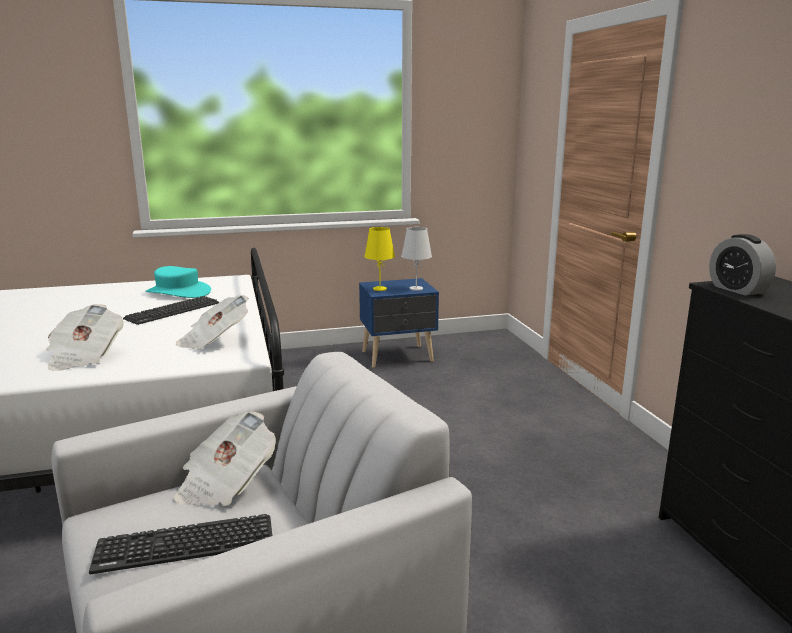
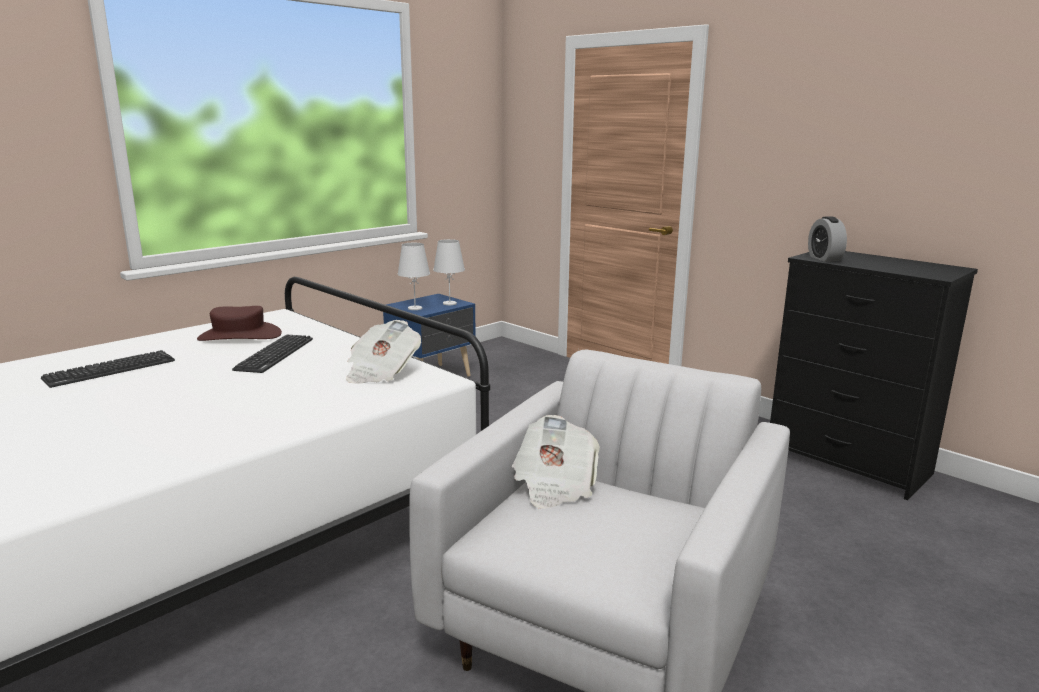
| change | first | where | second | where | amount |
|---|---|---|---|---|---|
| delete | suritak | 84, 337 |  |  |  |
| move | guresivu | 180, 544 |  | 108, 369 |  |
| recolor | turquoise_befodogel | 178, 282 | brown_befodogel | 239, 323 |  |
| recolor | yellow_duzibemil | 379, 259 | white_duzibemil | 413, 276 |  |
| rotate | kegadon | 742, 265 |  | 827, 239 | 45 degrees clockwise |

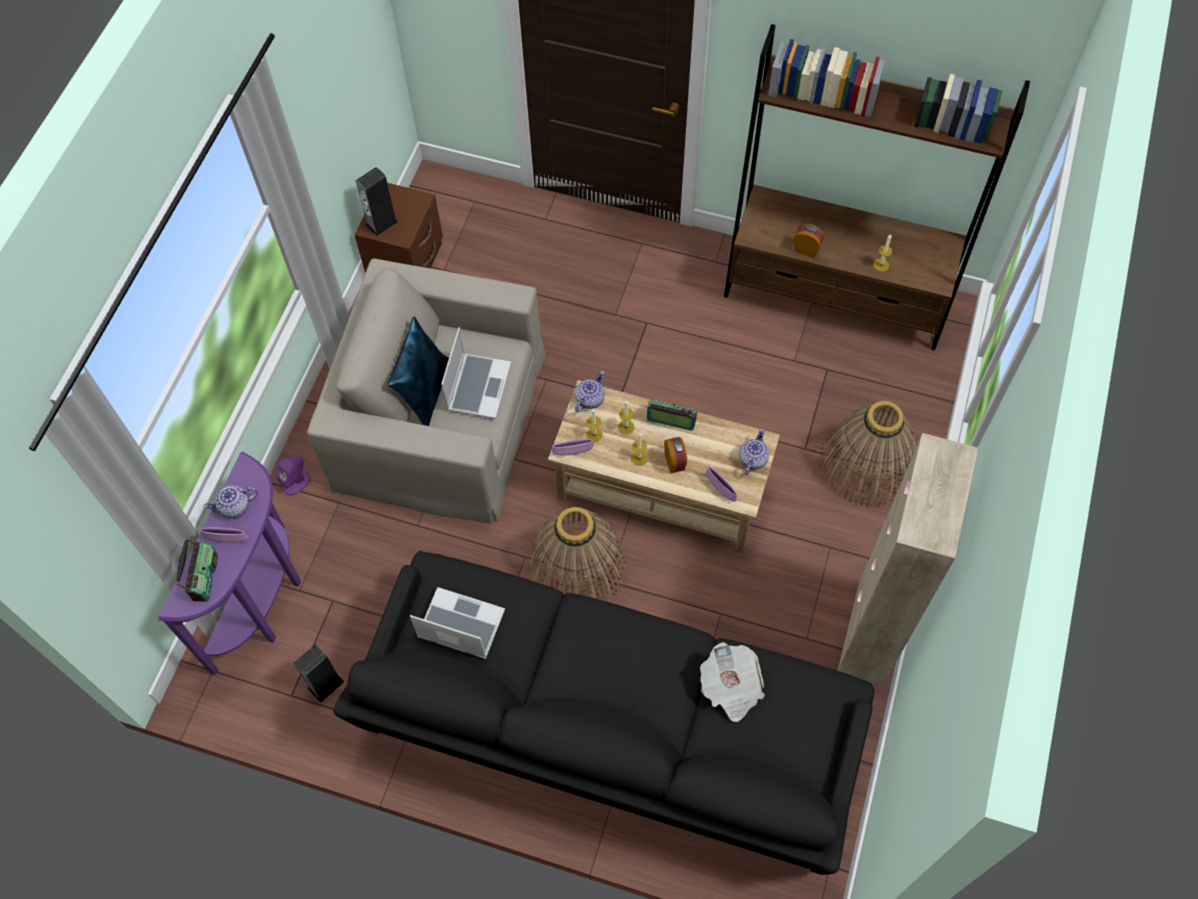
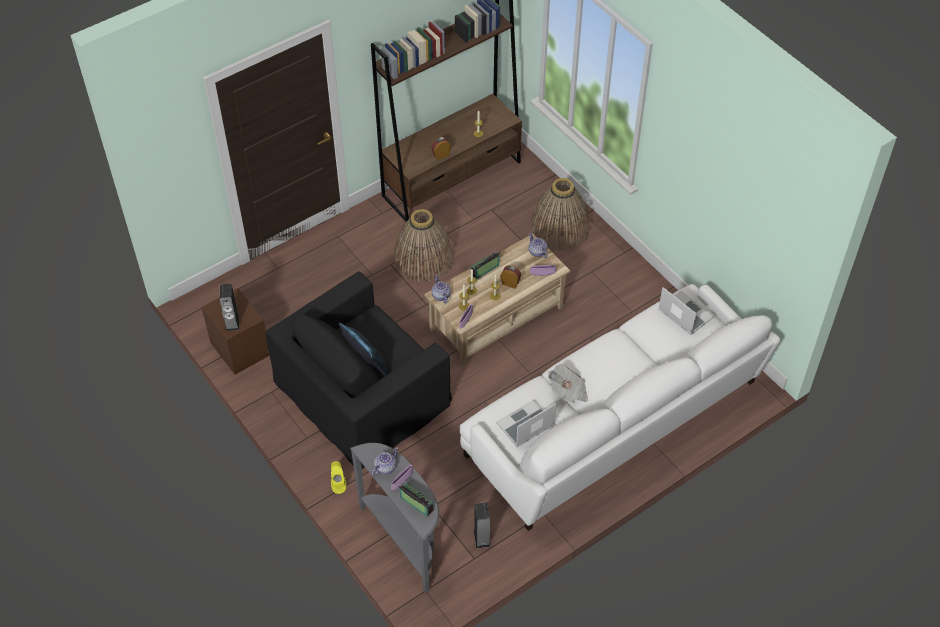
| change | first | where | second | where | amount |
|---|---|---|---|---|---|
| delete | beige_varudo | 907, 559 |  |  |  |
| move | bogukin | 476, 373 |  | 686, 311 |  |
| move | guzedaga | 578, 554 |  | 424, 246 |  |
| move | suritak | 732, 682 |  | 568, 384 |  |
| recolor | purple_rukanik | 229, 563 | grey_rukanik | 394, 518 |  |
| recolor | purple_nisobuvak | 293, 475 | yellow_nisobuvak | 338, 477 |  |
| recolor | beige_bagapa | 426, 391 | black_bagapa | 358, 370 |  |
| recolor | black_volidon | 603, 712 | white_volidon | 620, 407 |  |
| rotate | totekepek | 230, 502 |  | 385, 461 | 150 degrees counterclockwise |

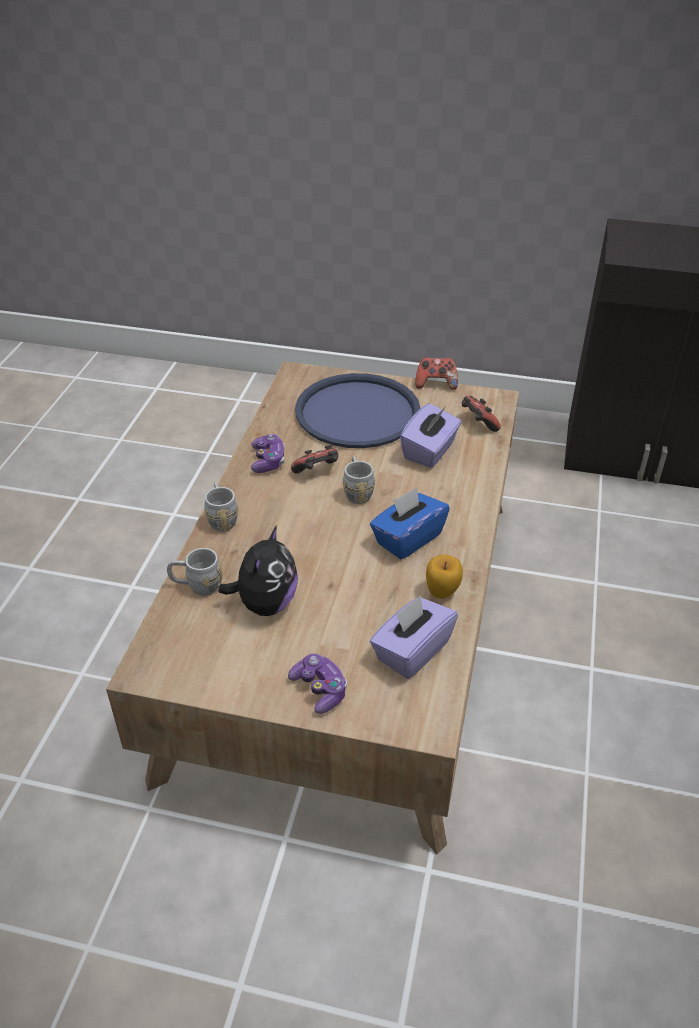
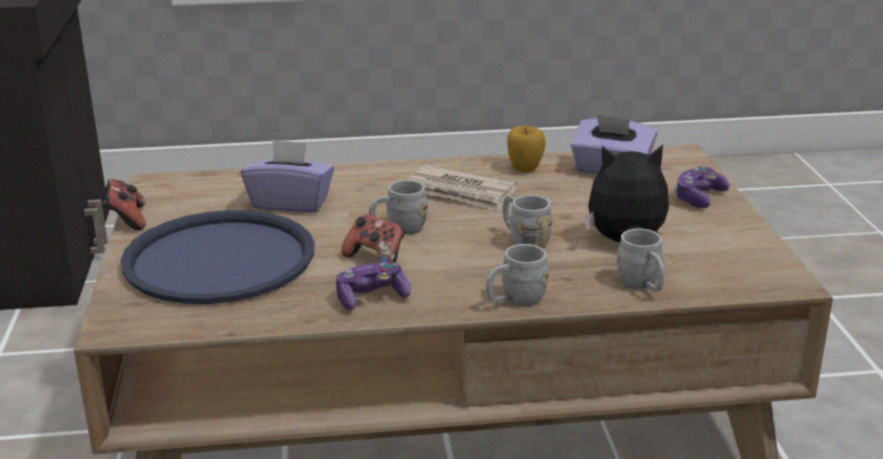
| change | first | where | second | where | amount |
|---|---|---|---|---|---|
| delete | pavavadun | 481, 414 |  |  |  |
| insert |  |  | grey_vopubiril | 528, 222 |  |
| replace | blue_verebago | 410, 523 | suritak | 462, 188 |  |

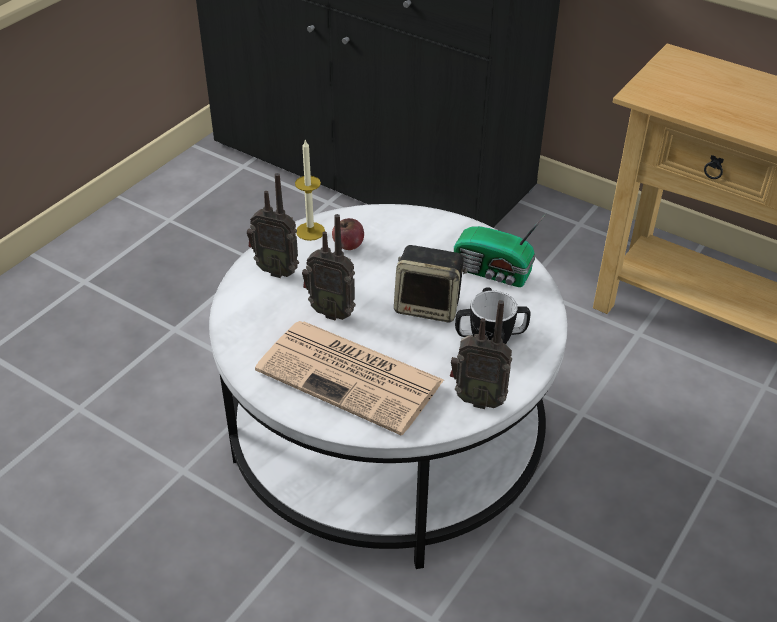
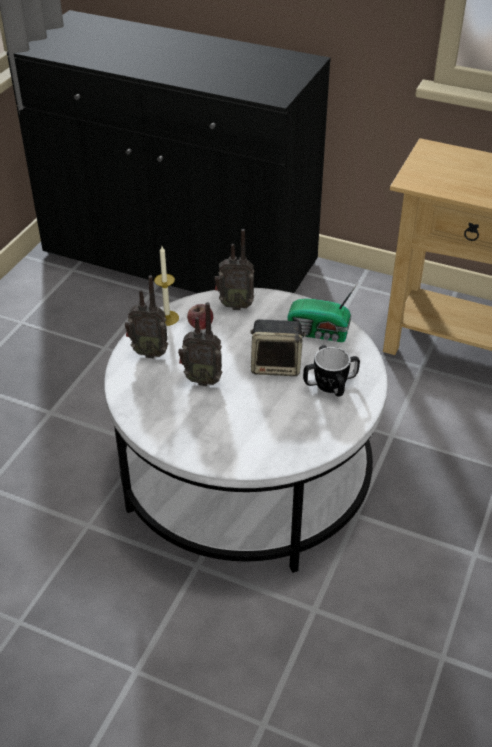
| change | first | where | second | where | amount |
|---|---|---|---|---|---|
| delete | suritak | 349, 378 |  |  |  |
| move | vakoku | 481, 354 |  | 234, 269 |  |

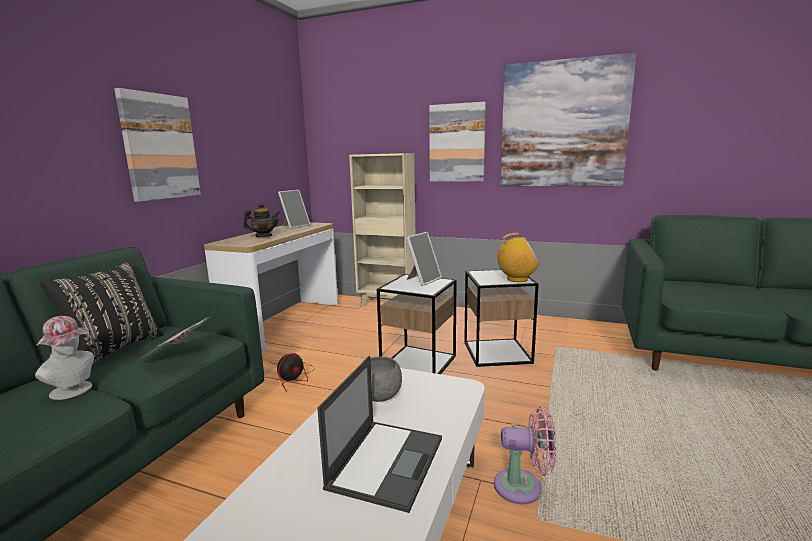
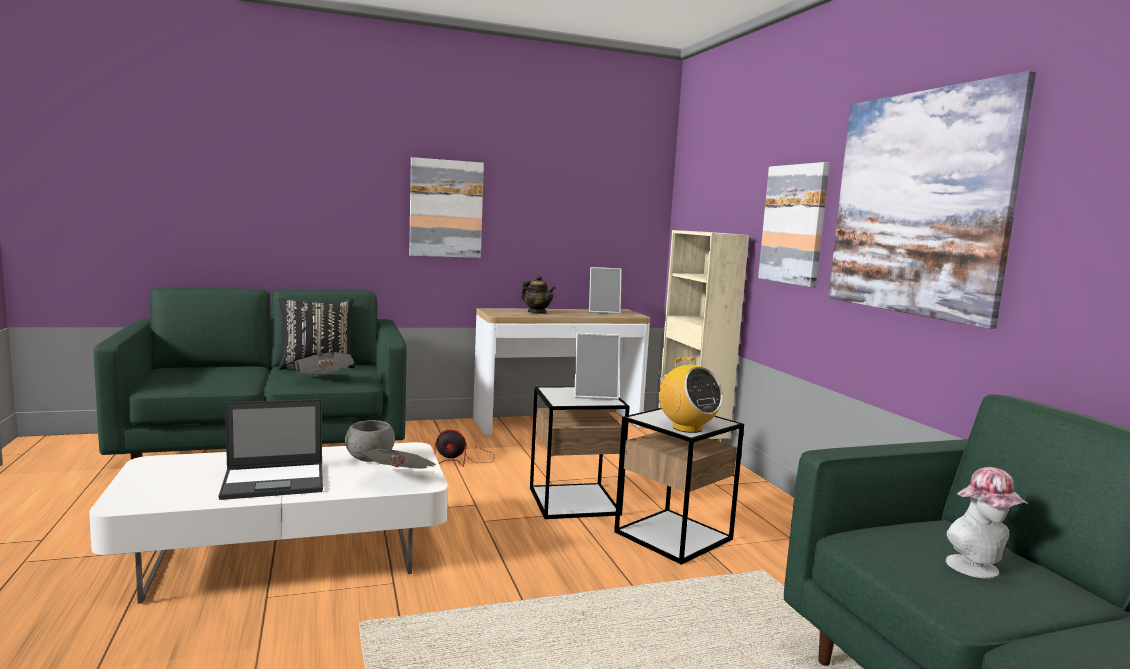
| change | first | where | second | where | amount |
|---|---|---|---|---|---|
| delete | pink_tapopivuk | 525, 455 |  |  |  |
| insert |  |  | suritak | 395, 459 |  |
| move | befodogel | 64, 358 |  | 987, 523 |  |

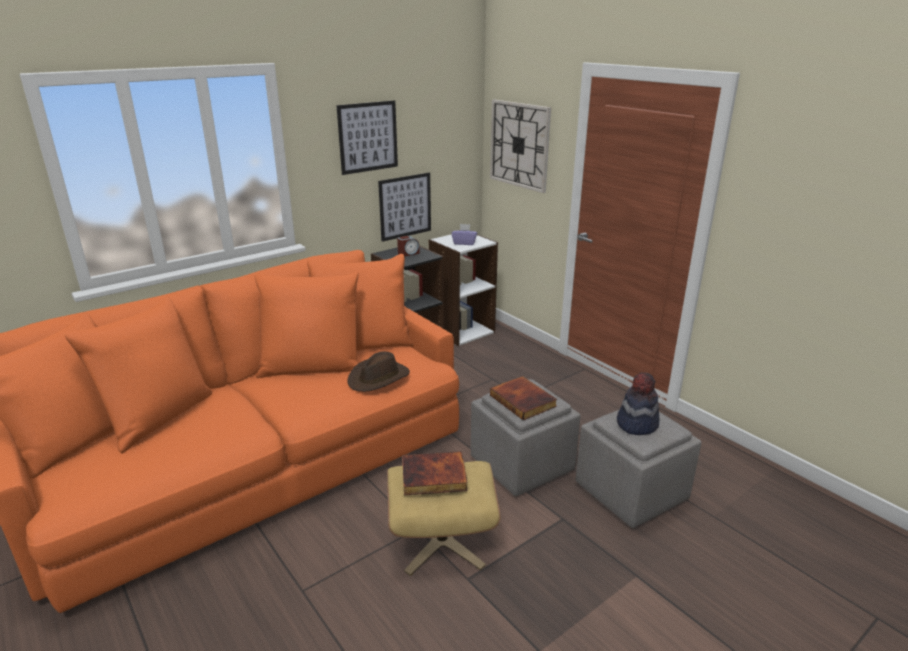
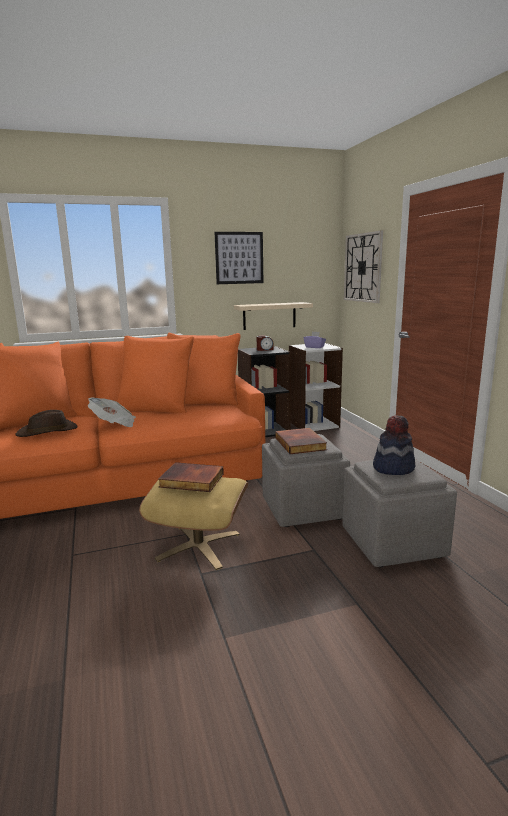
| change | first | where | second | where | amount |
|---|---|---|---|---|---|
| insert |  |  | suritak | 112, 412 |  |
| move | brown_befodogel | 378, 372 |  | 46, 423 |  |
| replace | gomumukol | 404, 207 | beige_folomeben | 273, 316 |  |

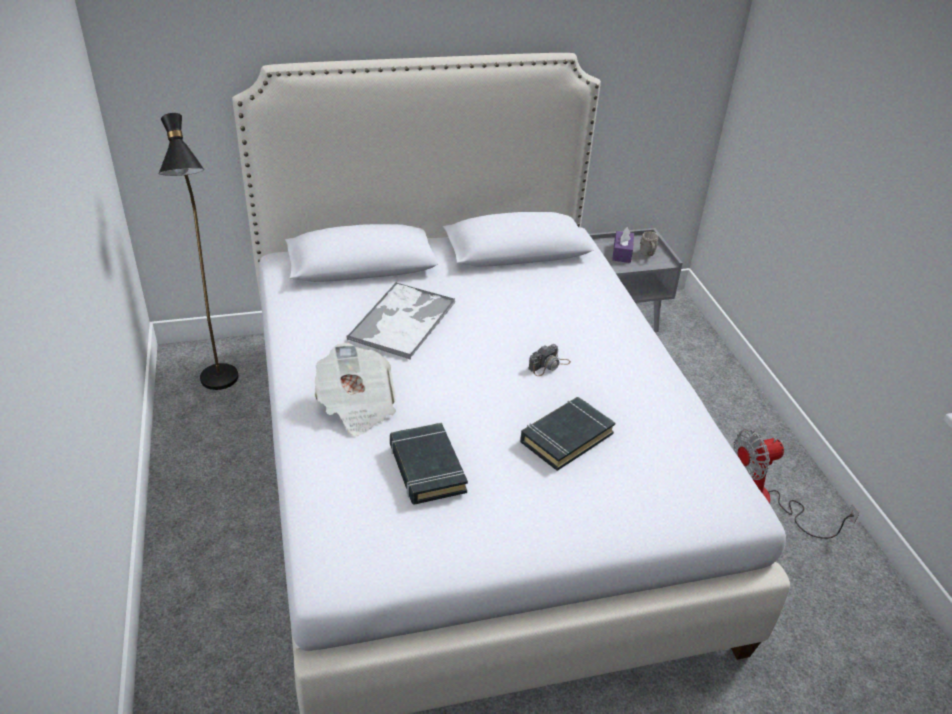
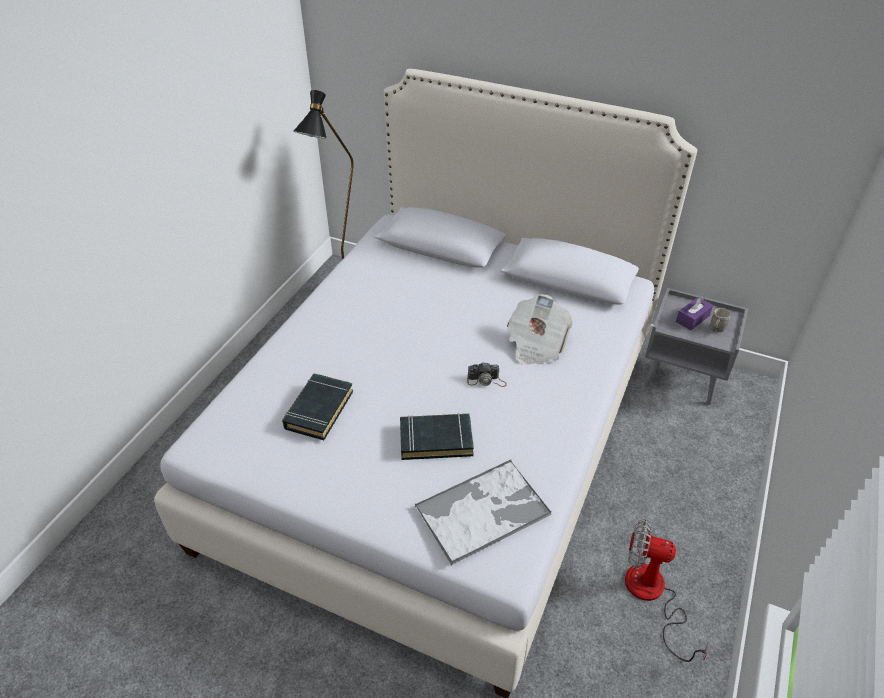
| change | first | where | second | where | amount |
|---|---|---|---|---|---|
| move | suritak | 355, 389 |  | 540, 329 |  |
| move | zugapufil | 401, 321 |  | 483, 512 |  |

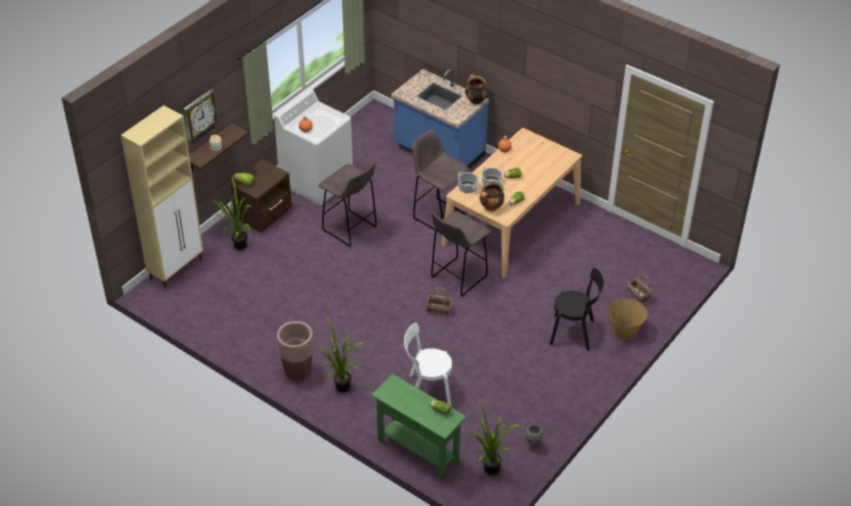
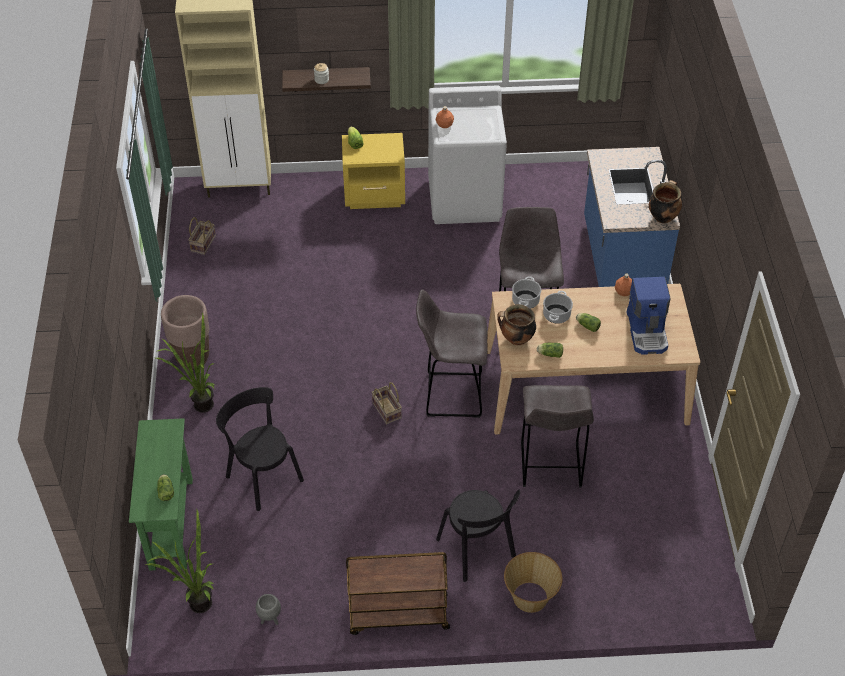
| change | first | where | second | where | amount |
|---|---|---|---|---|---|
| delete | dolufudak | 201, 116 |  |  |  |
| delete | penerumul | 232, 212 |  |  |  |
| insert |  |  | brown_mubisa | 398, 593 |  |
| insert |  |  | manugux | 648, 316 |  |
| move | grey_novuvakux | 347, 204 |  | 557, 436 |  |
| move | guzedaga | 639, 289 |  | 202, 236 |  |
| recolor | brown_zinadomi | 261, 196 | yellow_zinadomi | 373, 171 |  |
| recolor | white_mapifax | 428, 364 | black_mapifax | 260, 449 |  |

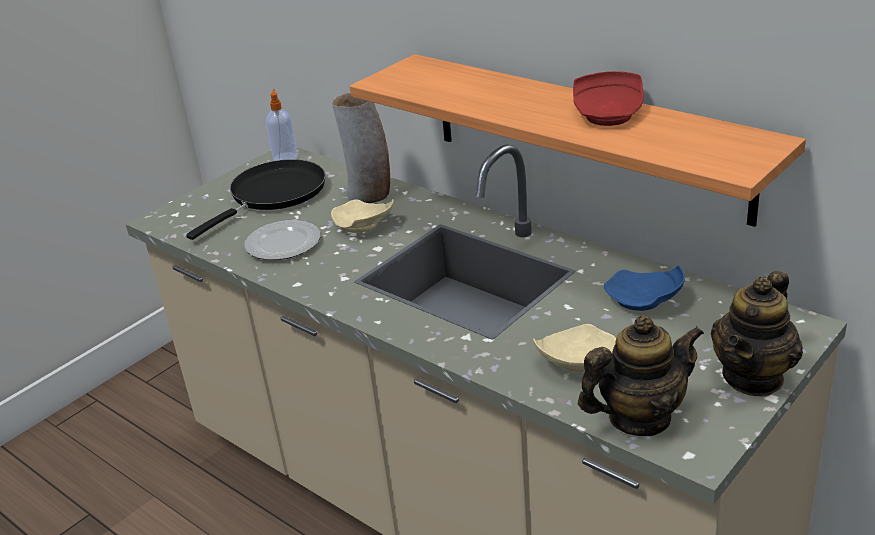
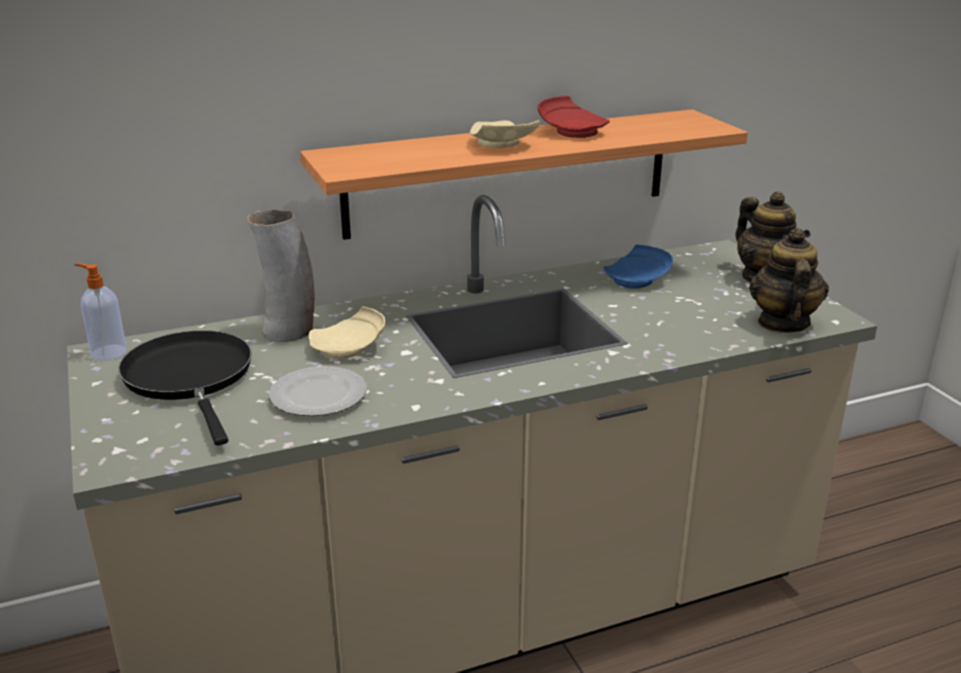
| change | first | where | second | where | amount |
|---|---|---|---|---|---|
| move | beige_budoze | 574, 348 |  | 505, 134 |  |

